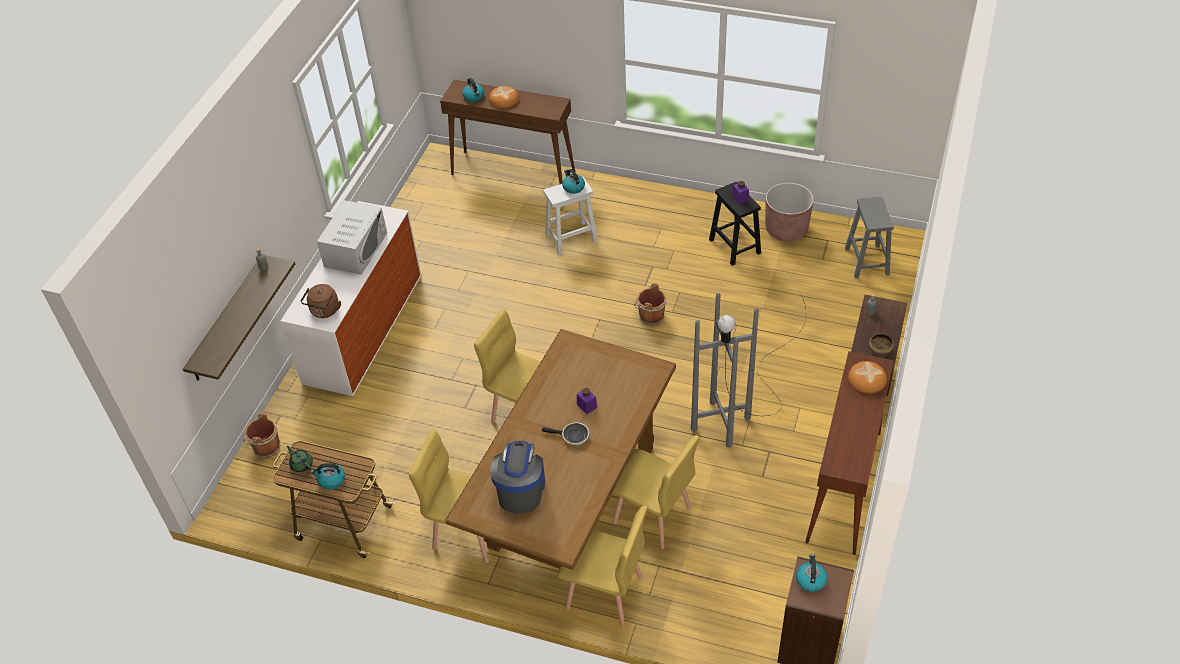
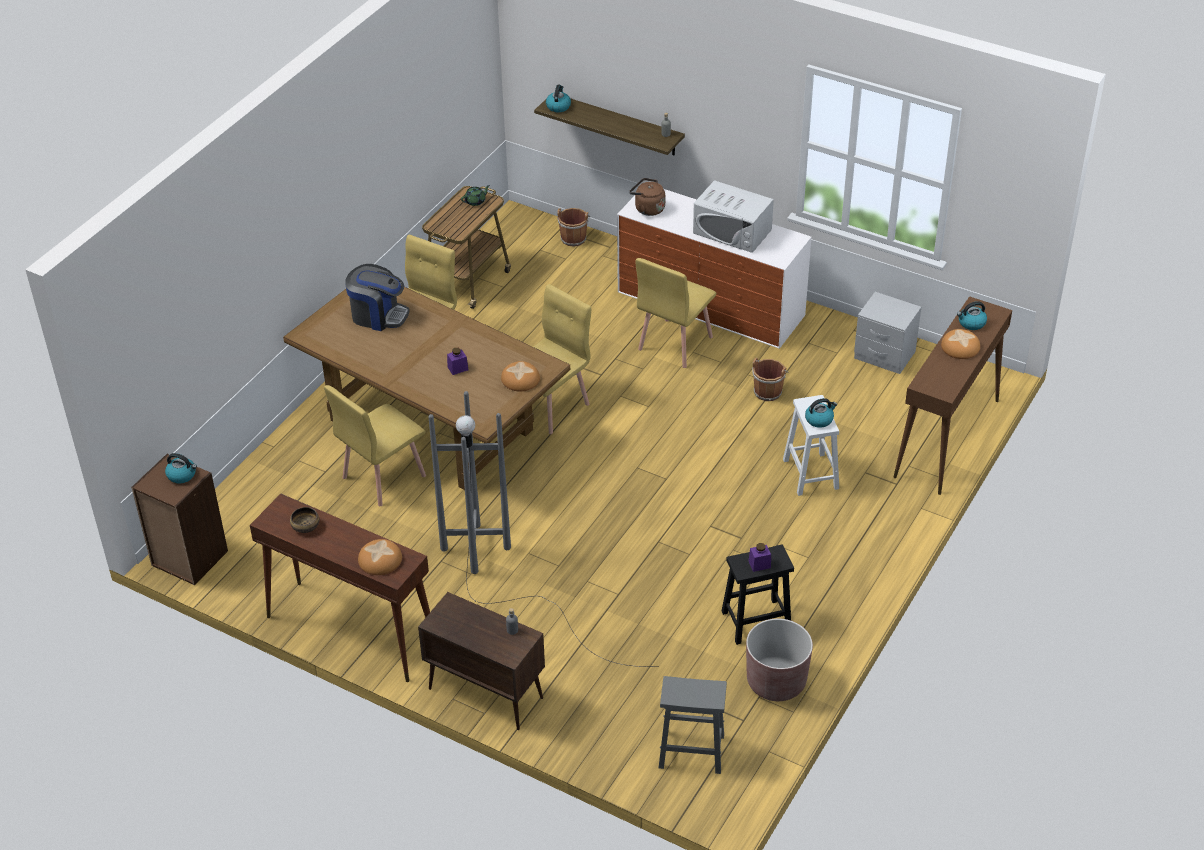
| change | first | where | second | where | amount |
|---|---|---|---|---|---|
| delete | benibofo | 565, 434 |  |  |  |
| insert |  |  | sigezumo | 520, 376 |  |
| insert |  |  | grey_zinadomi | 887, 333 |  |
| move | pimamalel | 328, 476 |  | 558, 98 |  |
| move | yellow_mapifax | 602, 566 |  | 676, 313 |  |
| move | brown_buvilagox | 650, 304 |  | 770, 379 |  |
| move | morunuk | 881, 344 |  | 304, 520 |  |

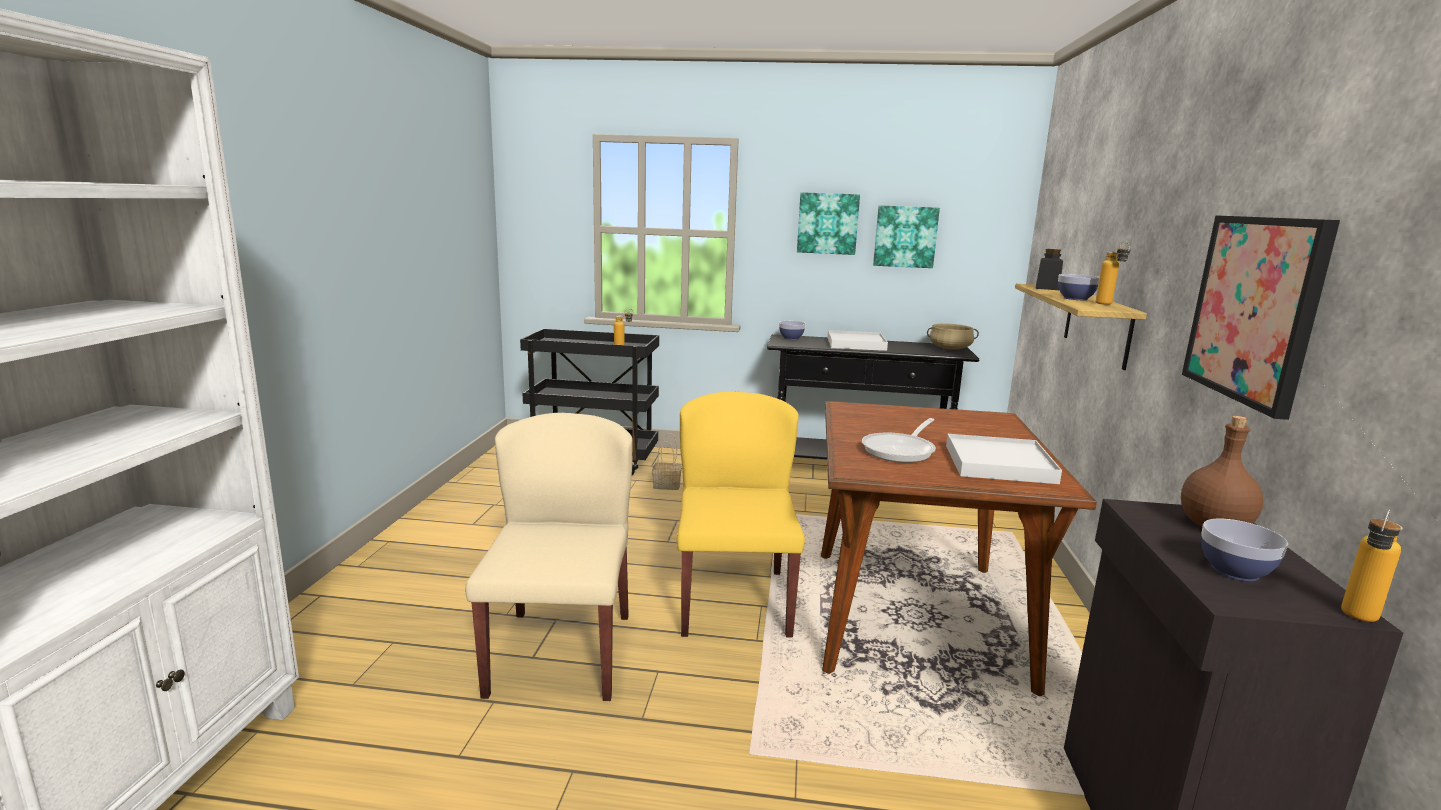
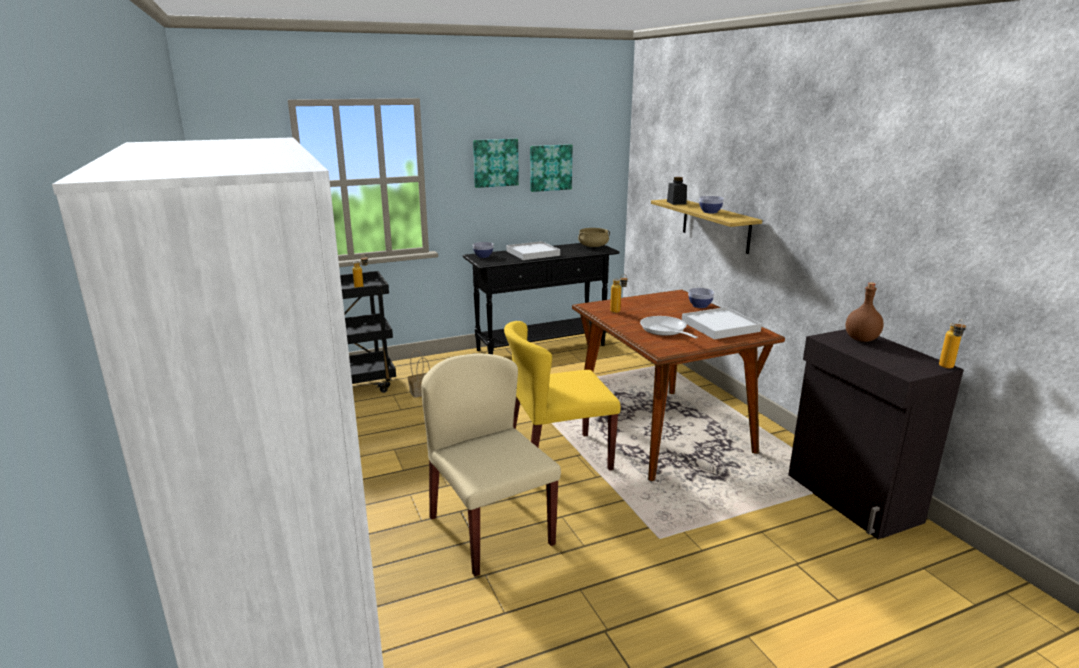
| change | first | where | second | where | amount |
|---|---|---|---|---|---|
| delete | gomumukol | 1261, 317 |  |  |  |
| move | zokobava | 1113, 273 |  | 619, 293 |  |
| move | morunuk | 1244, 550 |  | 701, 298 |  |
| rotate | yellow_mapifax | 741, 514 |  | 562, 395 | 75 degrees counterclockwise |
| rotate | benibofo | 899, 440 |  | 669, 327 | 150 degrees clockwise |

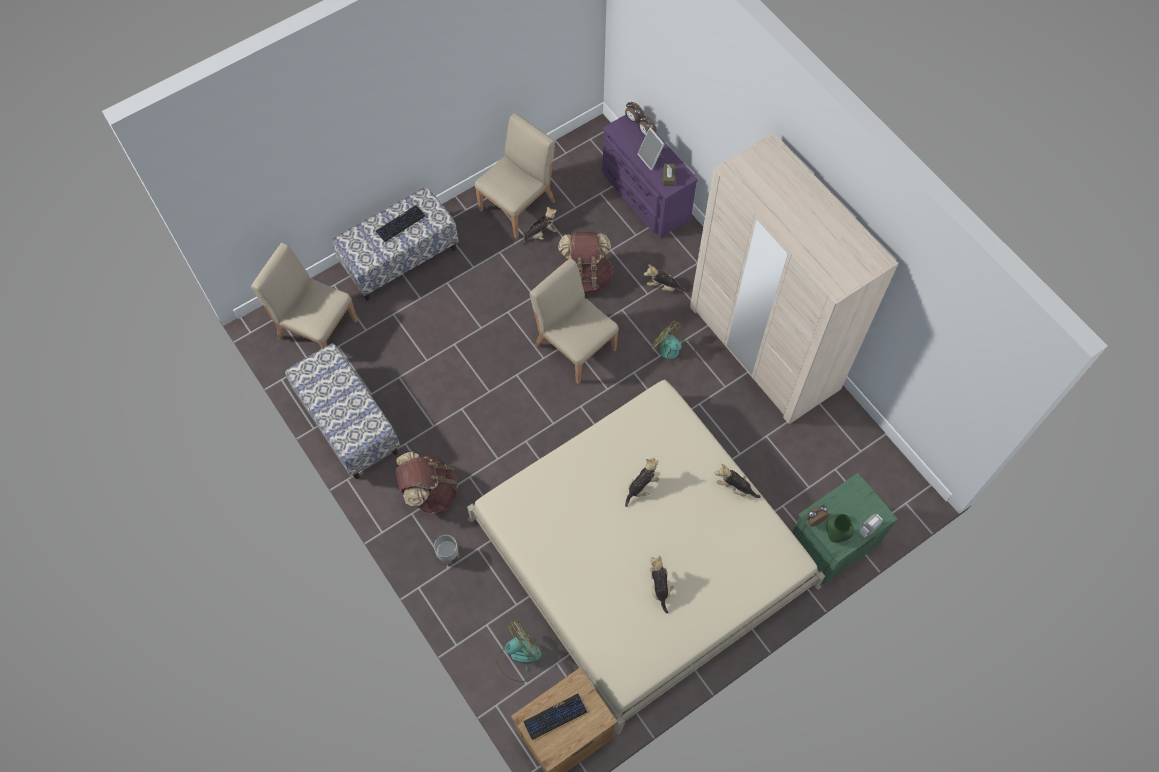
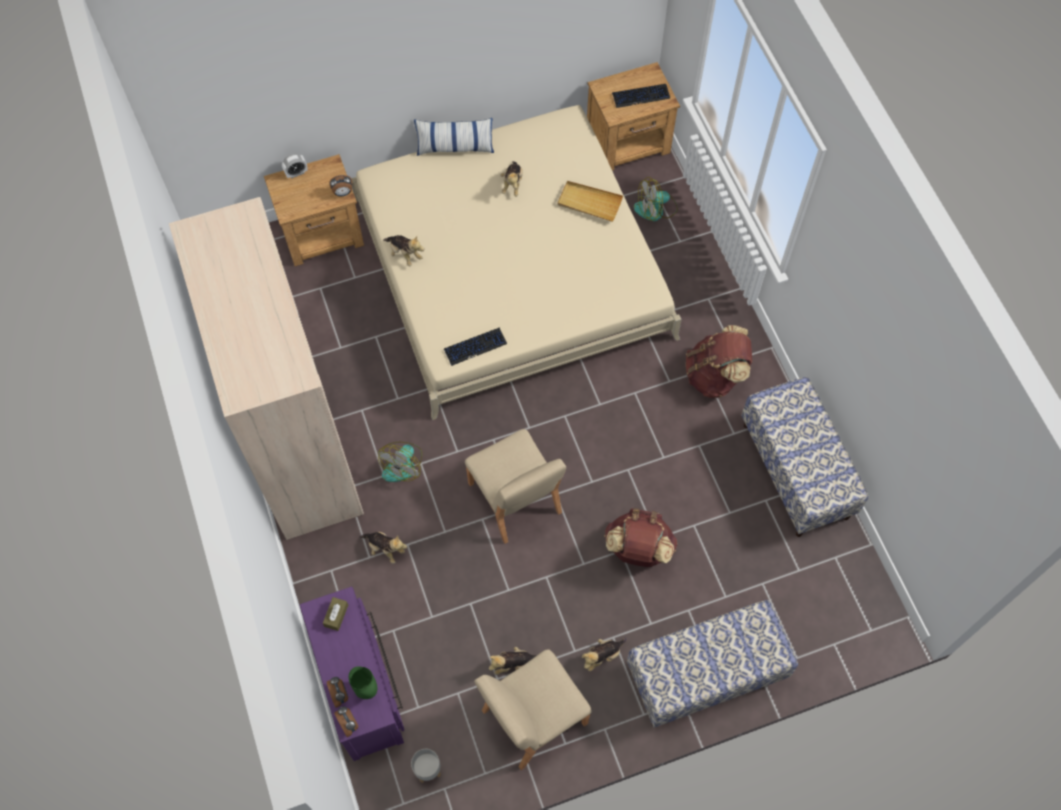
| change | first | where | second | where | amount |
|---|---|---|---|---|---|
| delete | beige_mapifax | 304, 296 |  |  |  |
| delete | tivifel | 651, 148 |  |  |  |
| insert |  |  | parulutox | 454, 137 |  |
| insert |  |  | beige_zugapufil | 590, 201 |  |
| move | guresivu | 400, 223 |  | 475, 347 |  |
| move | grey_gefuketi | 447, 550 |  | 426, 766 |  |
| move | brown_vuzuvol | 585, 263 |  | 640, 537 |  |
| move | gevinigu | 642, 482 |  | 604, 654 |  |
| move | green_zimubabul | 840, 528 |  | 363, 682 |  |
| recolor | green_zinadomi | 845, 529 | brown_zinadomi | 314, 210 |  |
| rotate | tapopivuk | 673, 345 |  | 400, 462 | 60 degrees clockwise |

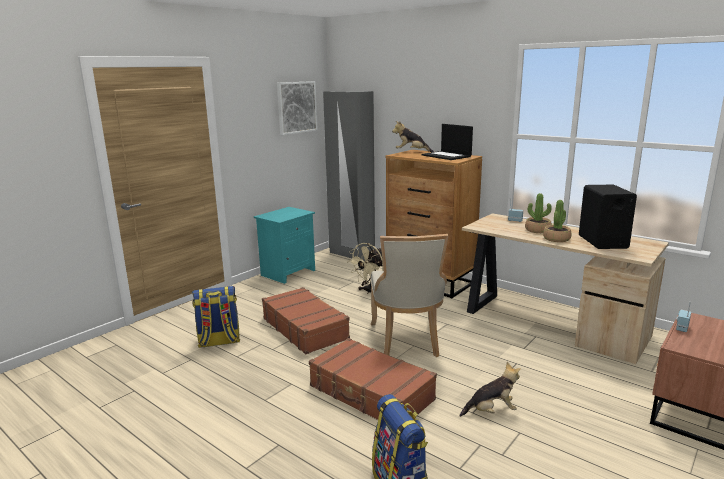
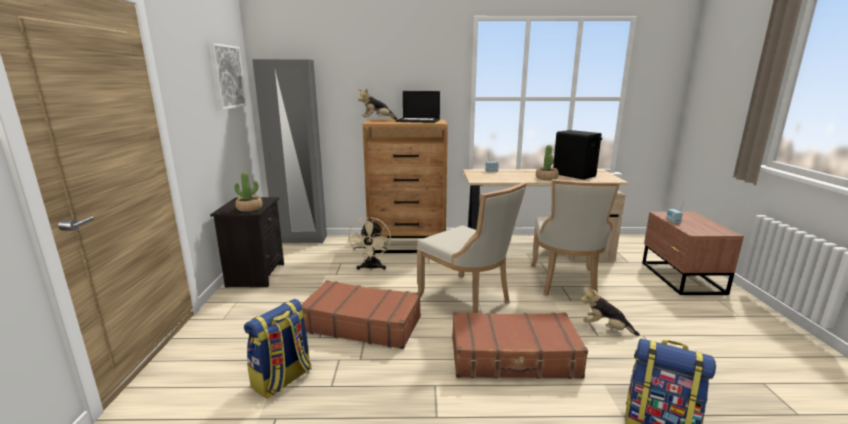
| change | first | where | second | where | amount |
|---|---|---|---|---|---|
| insert |  |  | beige_mapifax | 575, 237 |  |
| move | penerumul | 538, 213 |  | 248, 192 |  |
| recolor | turquoise_zinadomi | 284, 245 | black_zinadomi | 247, 242 |  |
| rotate | gevinigu | 490, 389 |  | 610, 310 | 105 degrees counterclockwise |

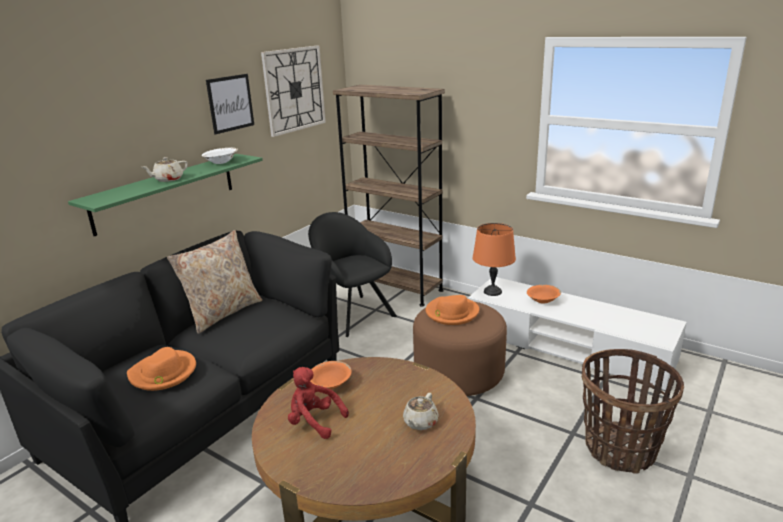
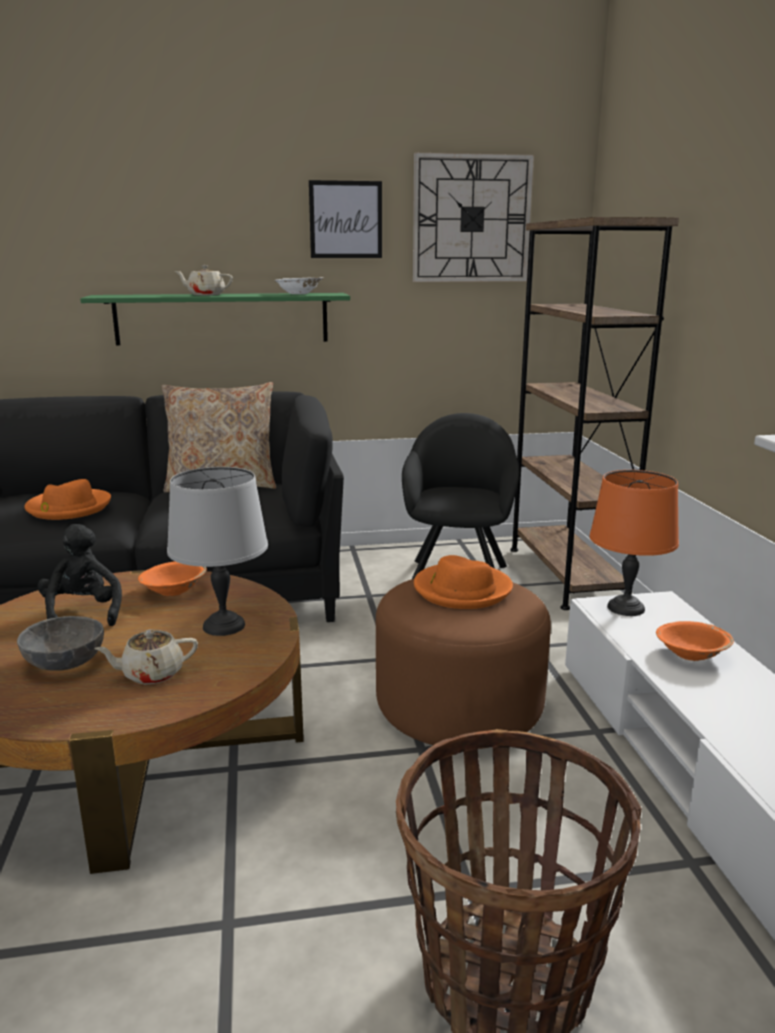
| change | first | where | second | where | amount |
|---|---|---|---|---|---|
| insert |  |  | grey_morunuk | 60, 643 |  |
| insert |  |  | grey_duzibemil | 217, 551 |  |
| recolor | red_gevinigu | 318, 403 | black_gevinigu | 80, 575 |  |

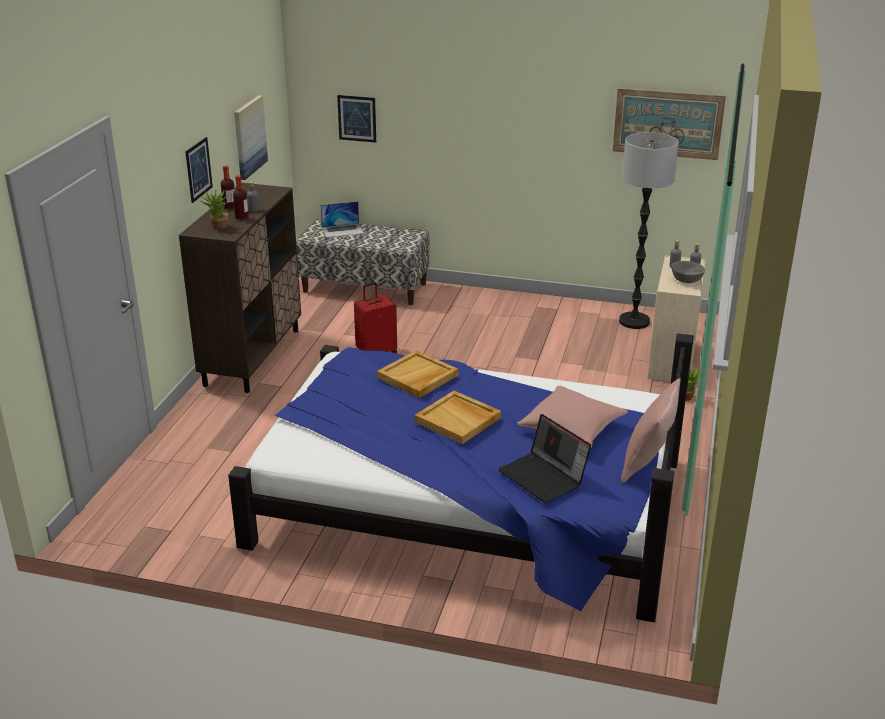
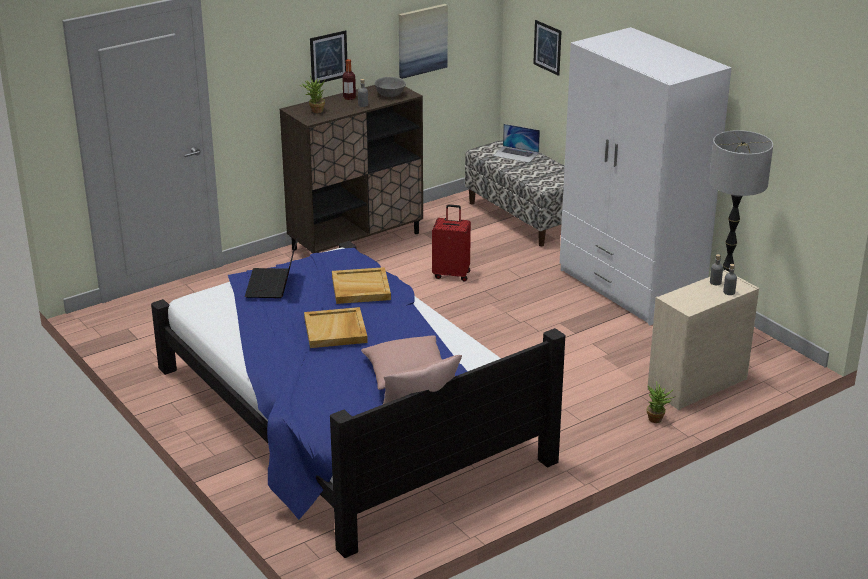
| change | first | where | second | where | amount |
|---|---|---|---|---|---|
| delete | zokobava | 241, 197 |  |  |  |
| delete | gomumukol | 669, 124 |  |  |  |
| insert |  |  | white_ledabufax | 646, 176 |  |
| move | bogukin | 544, 458 |  | 271, 268 |  |
| move | grey_morunuk | 688, 272 |  | 390, 87 |  |

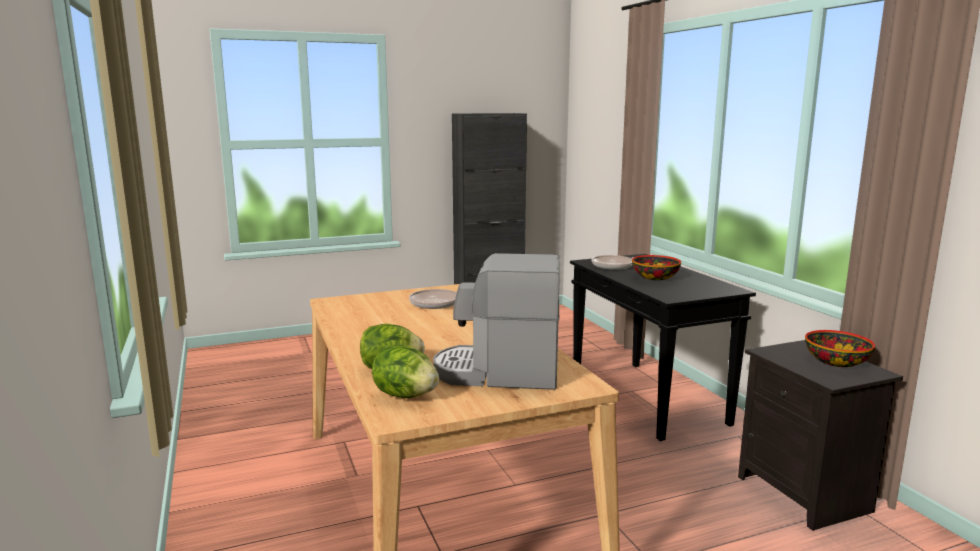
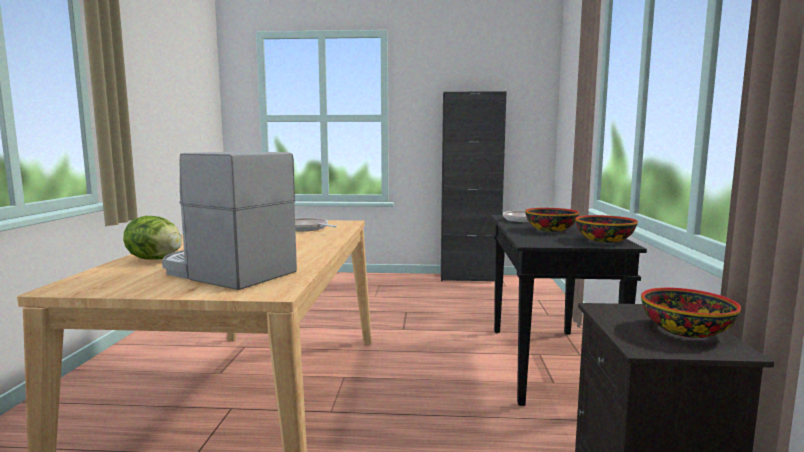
| change | first | where | second | where | amount |
|---|---|---|---|---|---|
| delete | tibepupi | 405, 371 |  |  |  |
| insert |  |  | morunuk | 606, 229 |  |

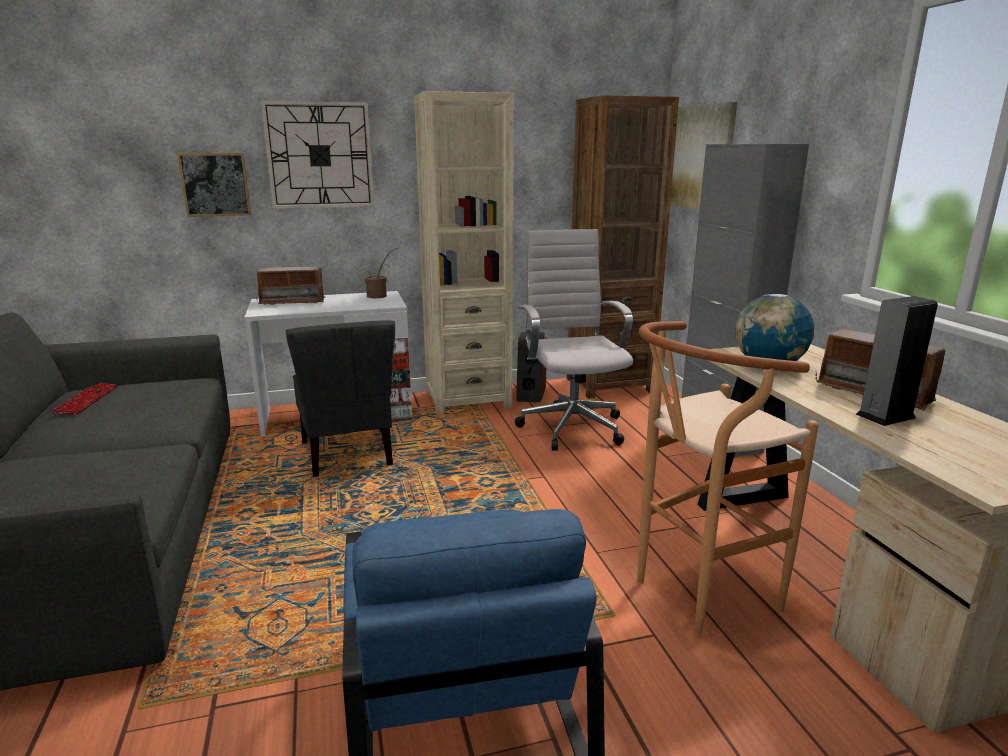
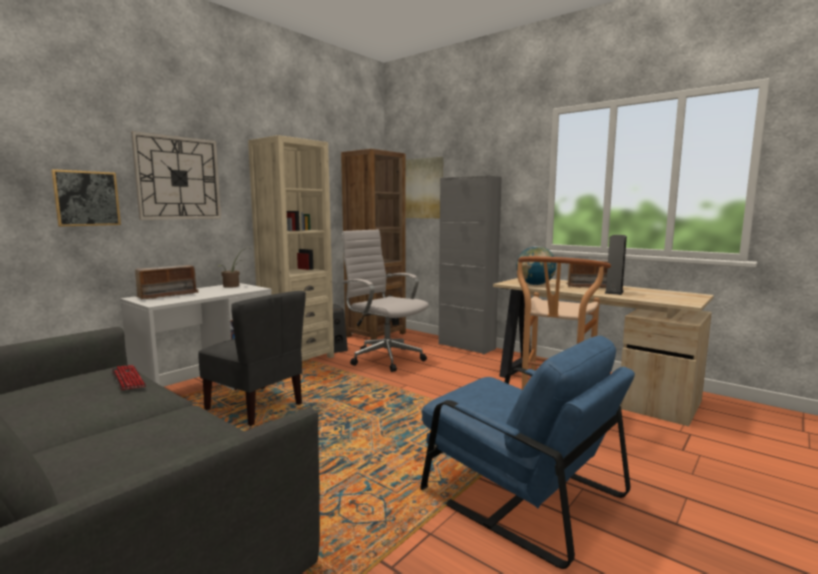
| change | first | where | second | where | amount |
|---|---|---|---|---|---|
| move | guresivu | 85, 399 |  | 129, 377 |  |

